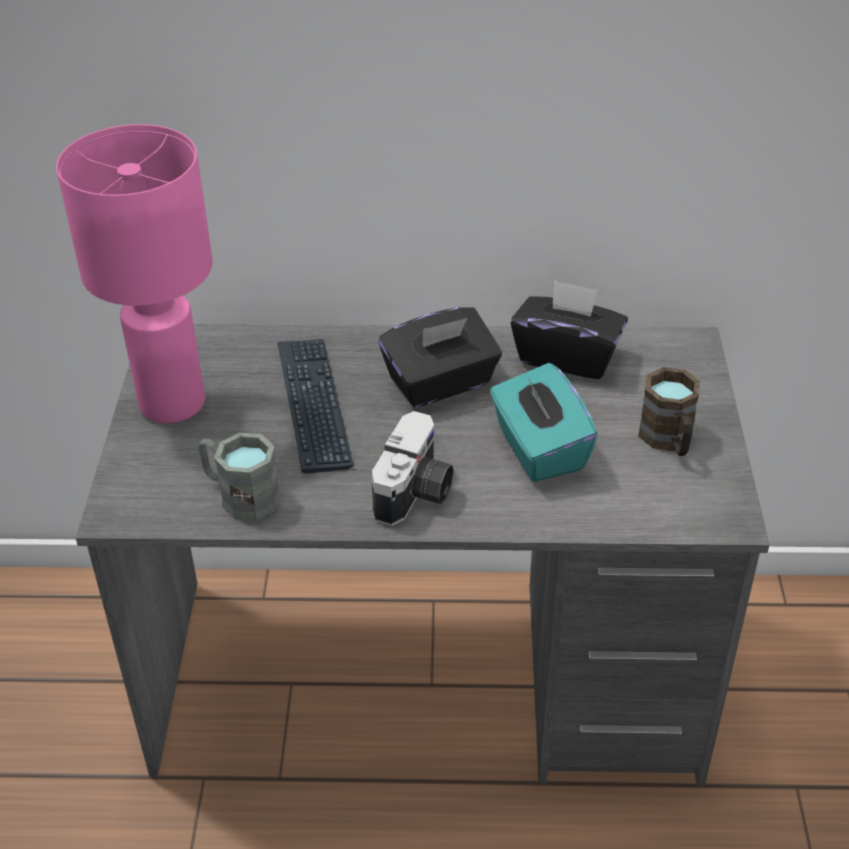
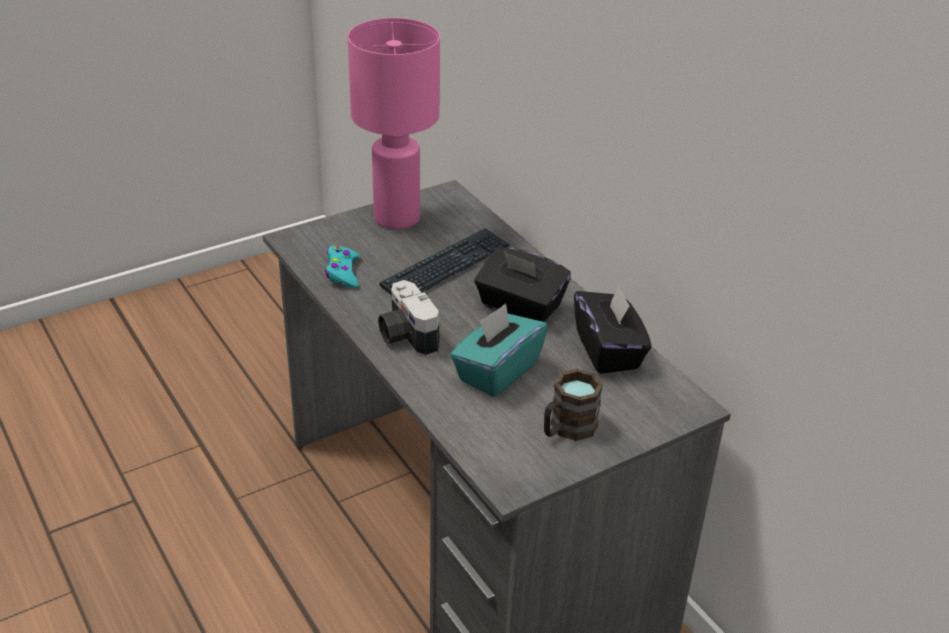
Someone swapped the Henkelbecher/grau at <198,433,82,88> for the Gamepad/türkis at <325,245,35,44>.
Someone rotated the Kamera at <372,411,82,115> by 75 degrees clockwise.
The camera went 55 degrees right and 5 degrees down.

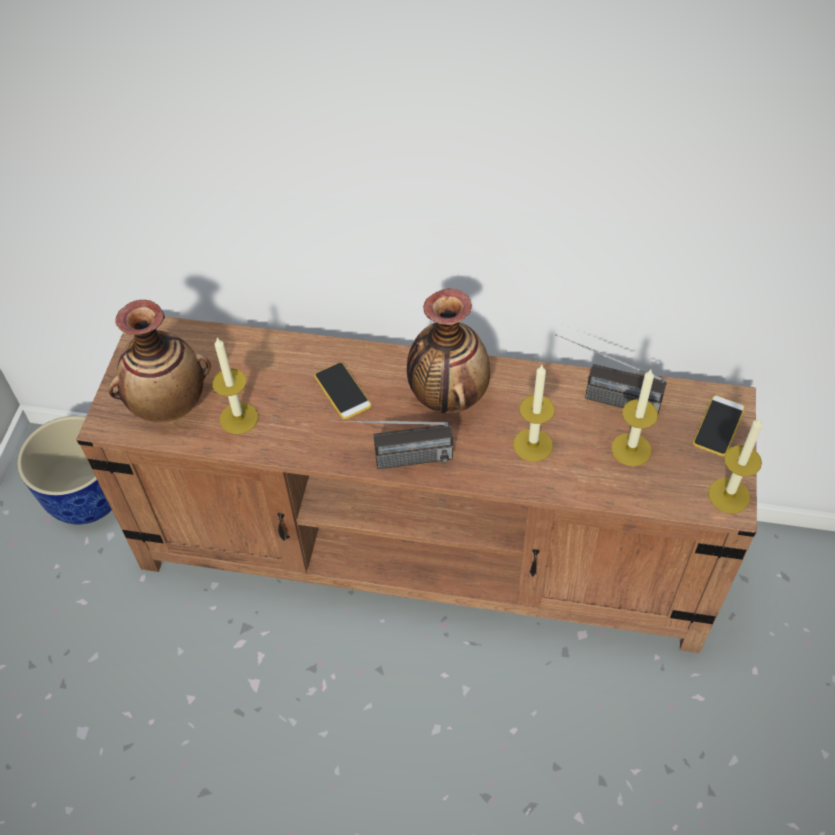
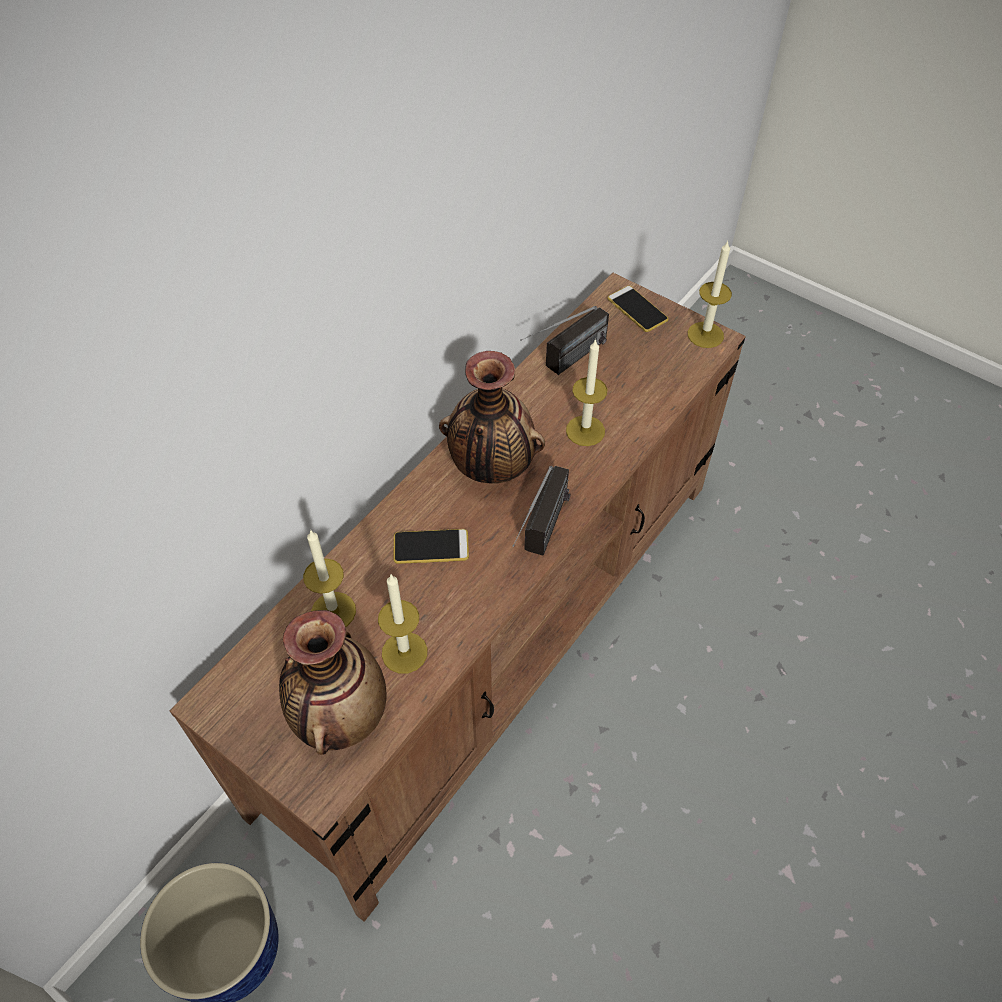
Someone carried the Kerze from <611,370,47,96> to <303,530,53,97>.
The camera went 65 degrees left and 0 degrees up.

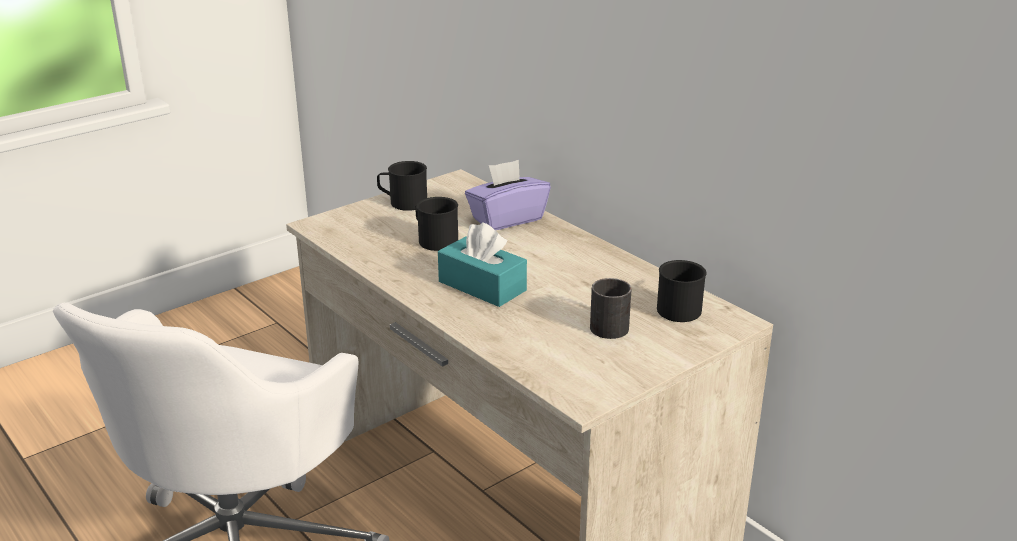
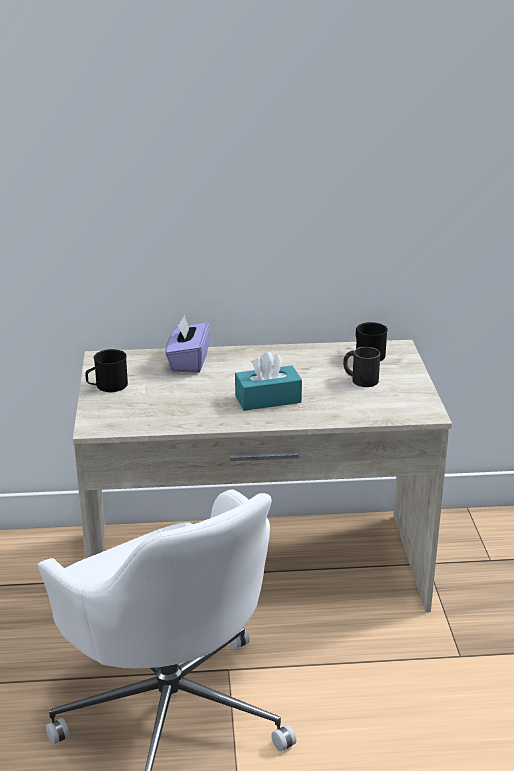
Someone took away the Henkelbecher/schwarz at <415,197,43,54>.
The camera went 55 degrees left and 0 degrees up.

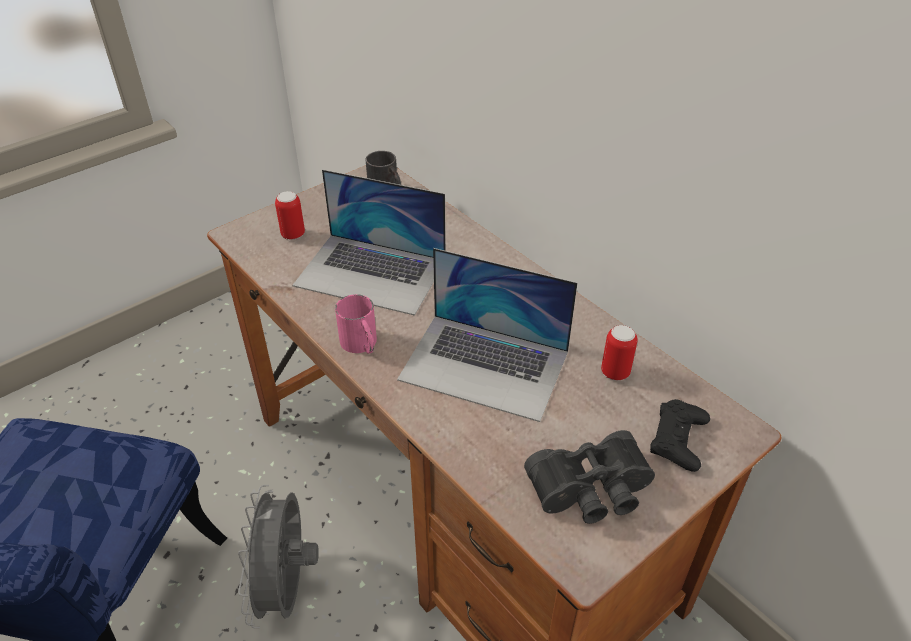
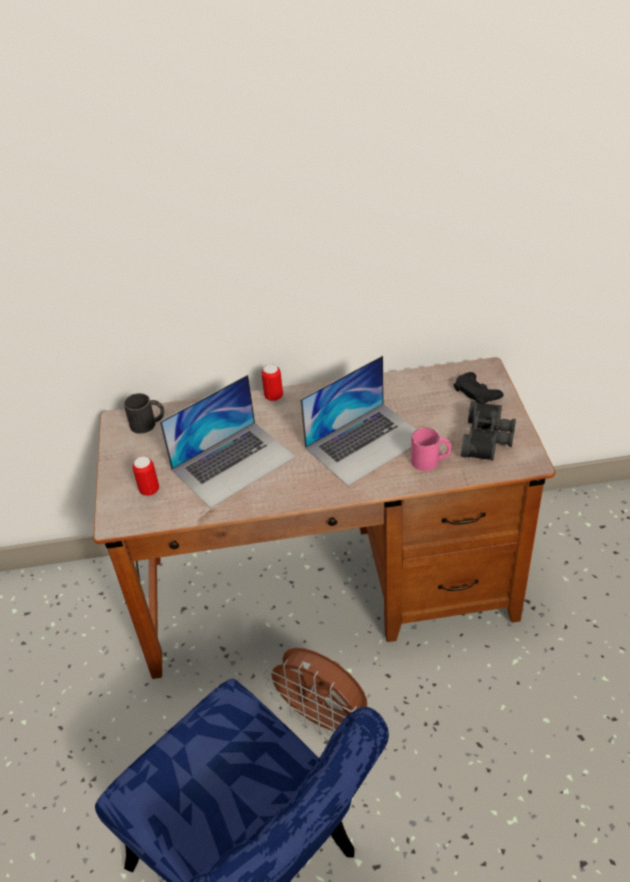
Someone carried the Dose from <601,325,37,56> to <261,364,22,37>.
Someone repainted the Ventilator/grau at <238,485,81,144>, which became the Ventilator/braun at <263,648,104,87>.
Someone carried the Henkelbecher/rosa from <335,294,42,60> to <411,428,41,43>.
The camera went 55 degrees left and 0 degrees up.

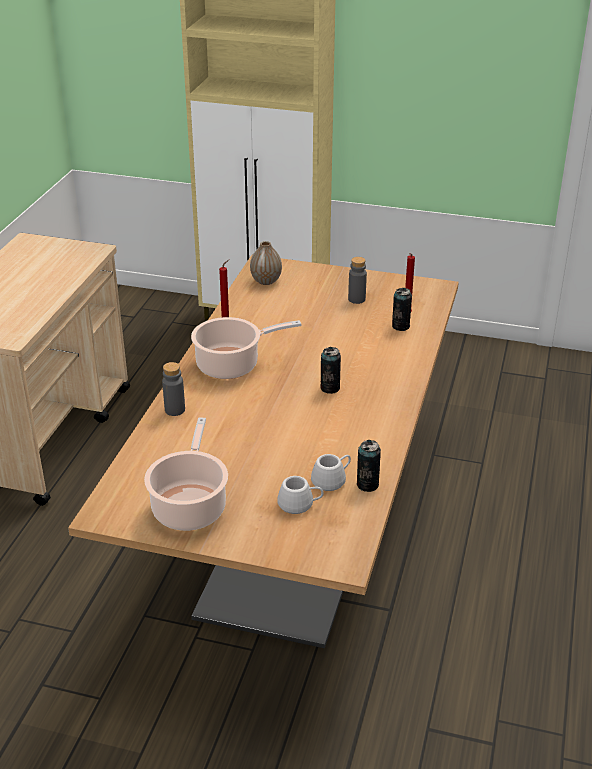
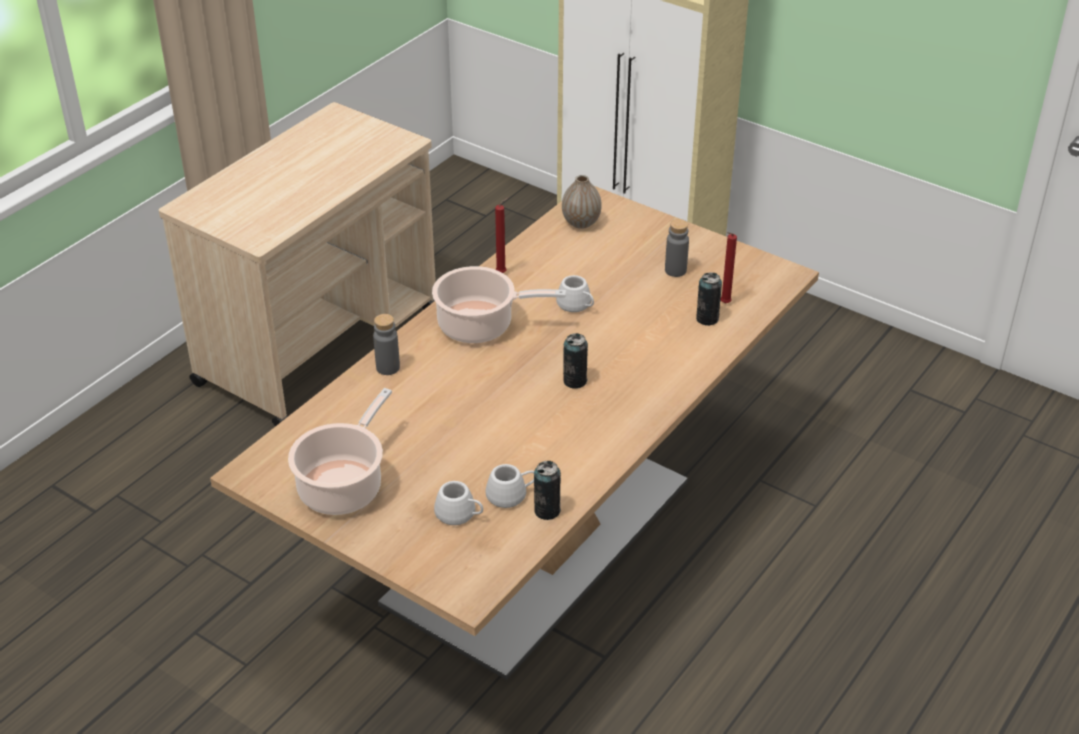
Someone put down the Henkelbecher/weiß at <556,275,38,37>.
The camera went 20 degrees right and 5 degrees up.

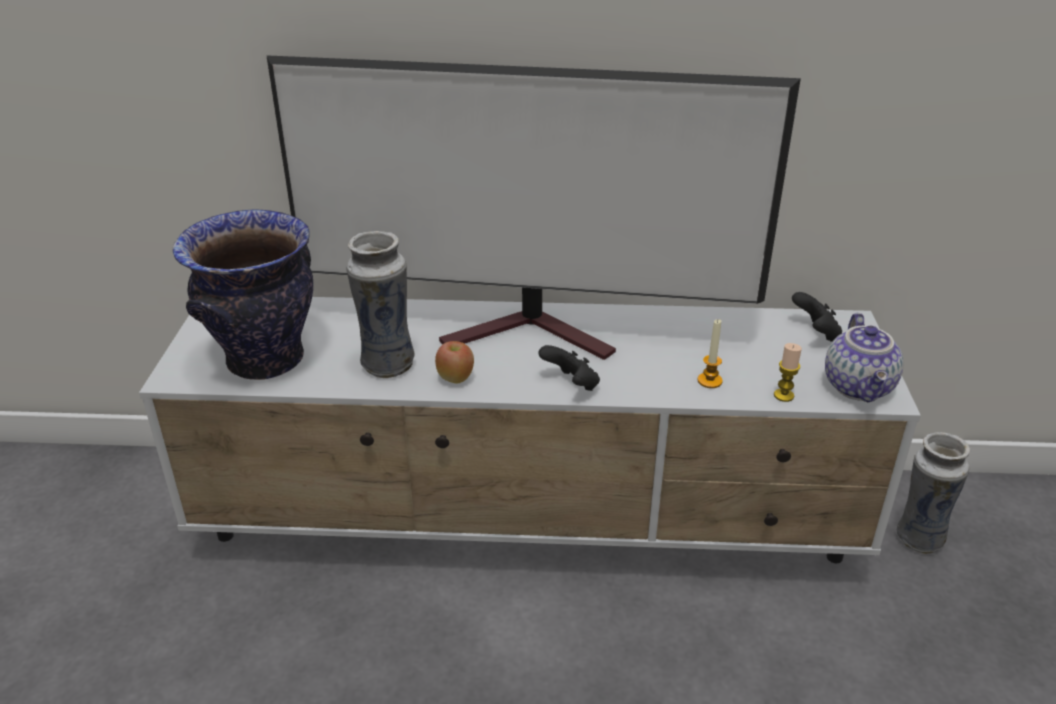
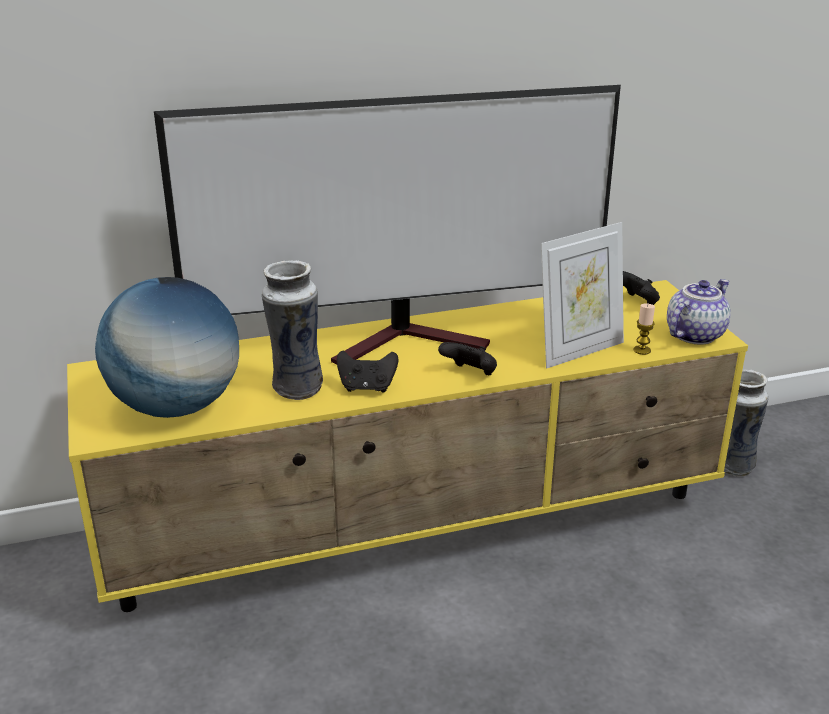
Someone repainted the Fernsehschrank/weiß at <139,297,782,266>, which became the Fernsehschrank/gelb at <67,280,681,332>.
Someone swapped the Vase at <172,210,141,170> for the Globus at <95,277,144,141>.
Someone swapped the Apfel at <435,341,39,42> for the Gamepad/schwarz at <337,350,61,43>.
Someone swapped the Kerze at <697,319,26,69> for the Bilderrahmen at <541,222,83,146>.
Someone rotated the Teekanne at <825,313,78,89> by 120 degrees counterclockwise.
The camera went 20 degrees left and 5 degrees down.

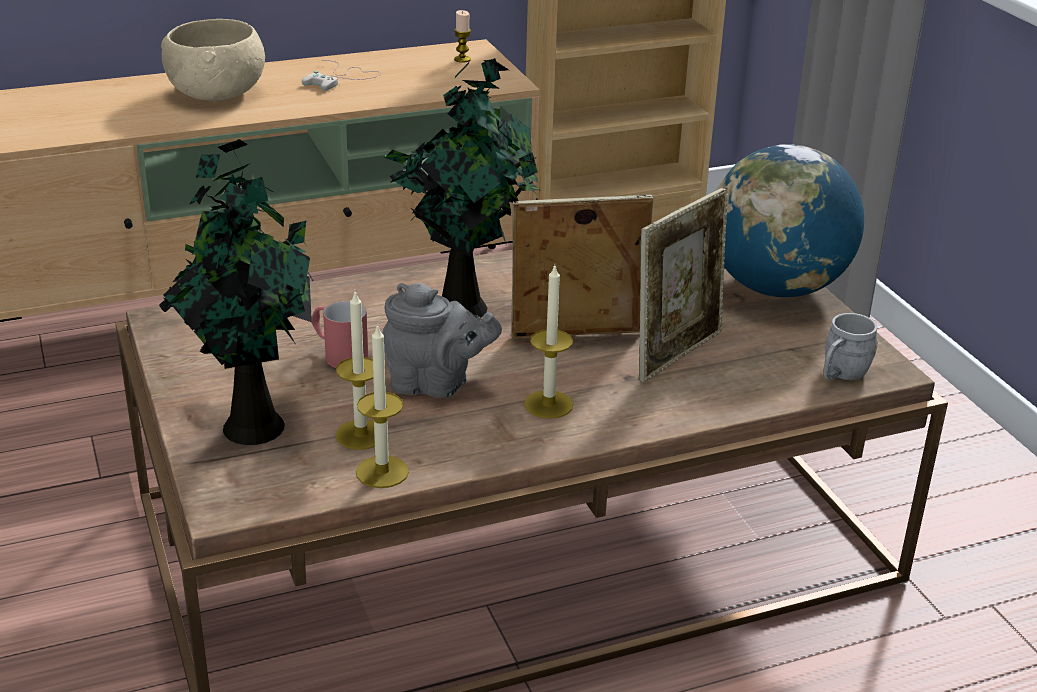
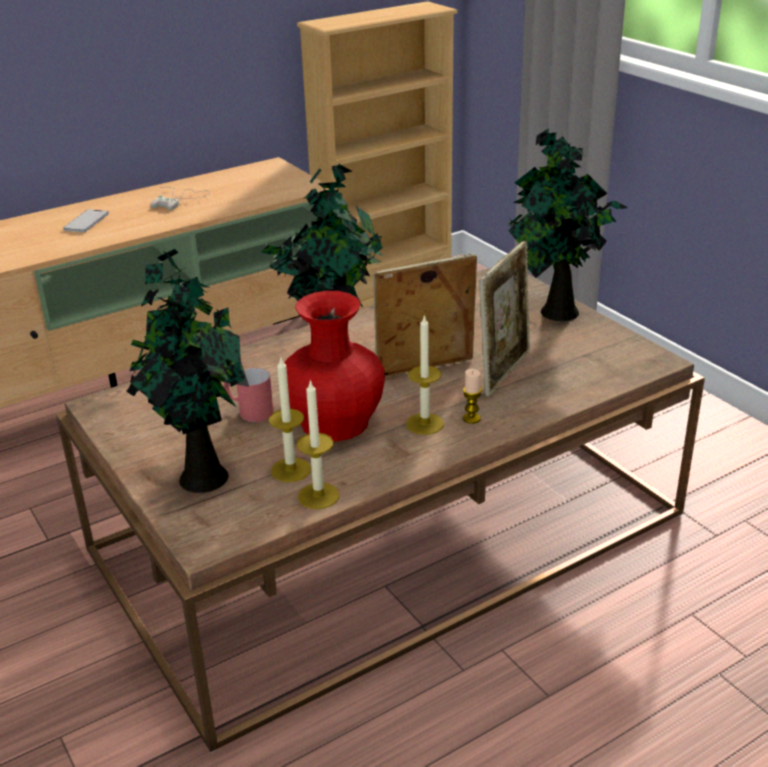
Someone swapped the Schüssel/beige at <161,19,104,82> for the Handy at <63,209,46,23>.
Someone swapped the Teekanne/grau at <382,283,120,115> for the Vase/rot at <284,291,101,150>.
Someone carried the Kerze from <454,10,17,53> to <463,369,19,55>.
Someone swapped the Globus at <717,144,147,153> for the Topfpflanze at <507,128,120,193>.
Someone took away the Henkelbecher/grau at <823,313,55,67>.
The camera went 10 degrees left and 0 degrees up.

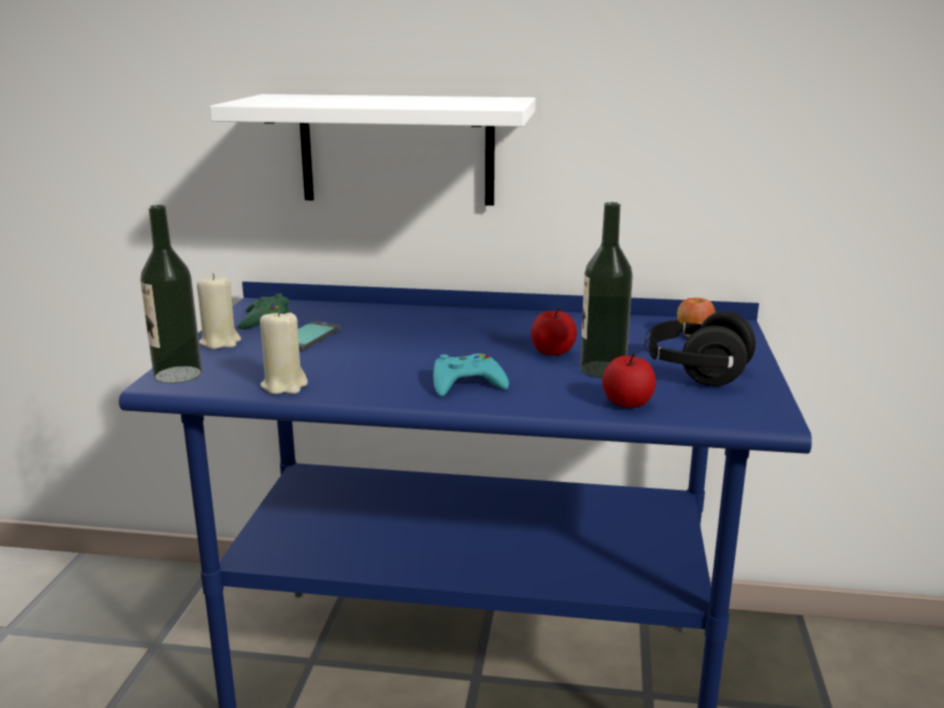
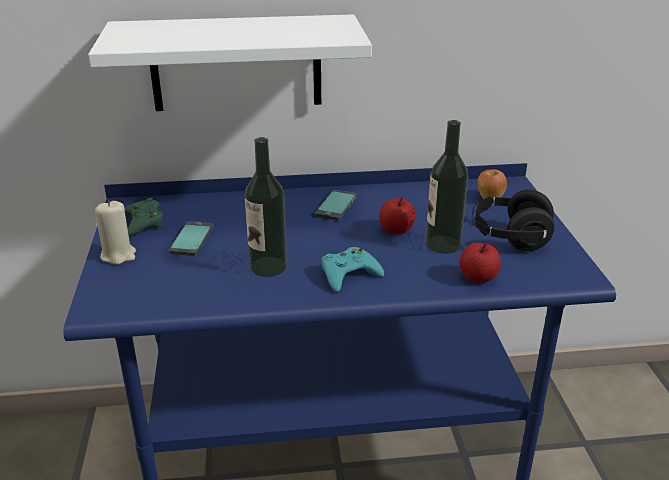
Someone carried the Flasche from <140,205,62,179> to <245,137,42,140>.
Someone put down the Handy at <315,190,42,31>.
Someone took away the Kerze/beige at <260,309,48,85>.
The camera went 15 degrees left and 10 degrees up.

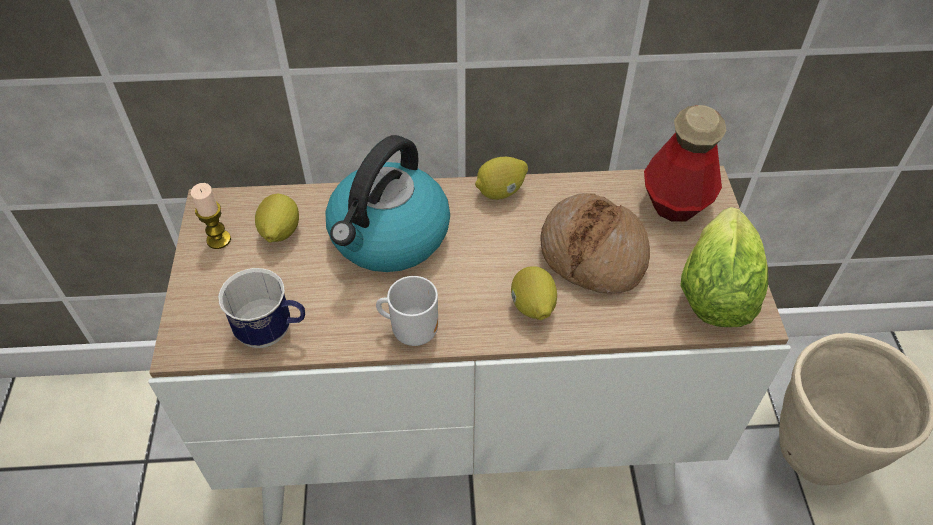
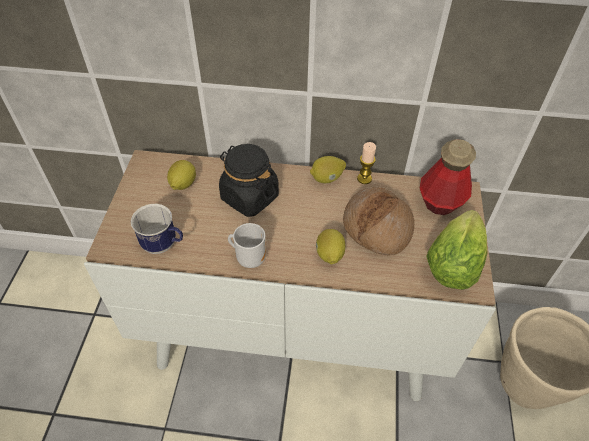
Someone swapped the Wasserkessel at <325,135,125,137> for the Vorratsglas/schwarz at <219,144,60,73>.
Someone carried the Kerze from <191,183,40,66> to <357,142,19,42>.
The camera went 10 degrees right and 0 degrees up.

